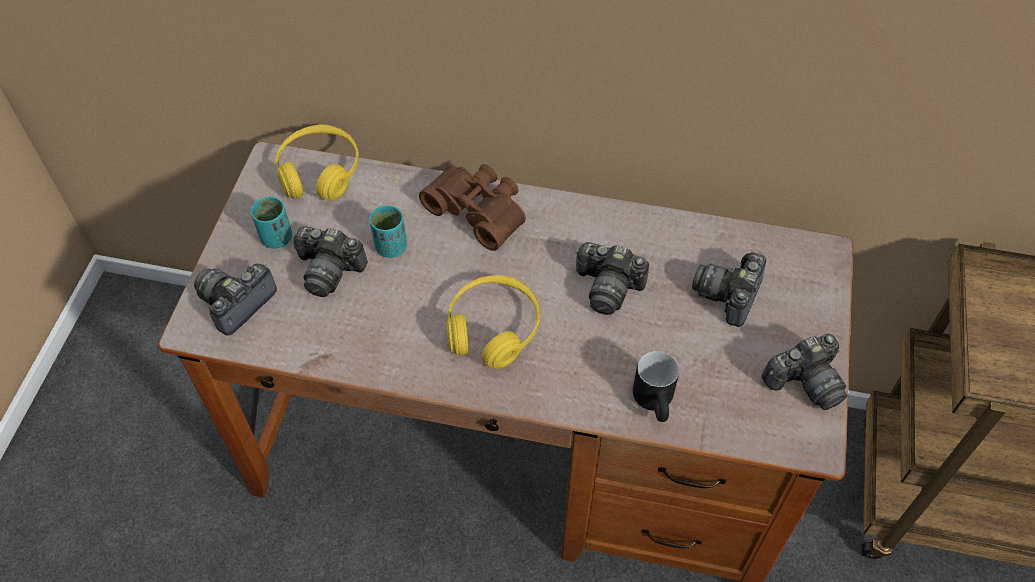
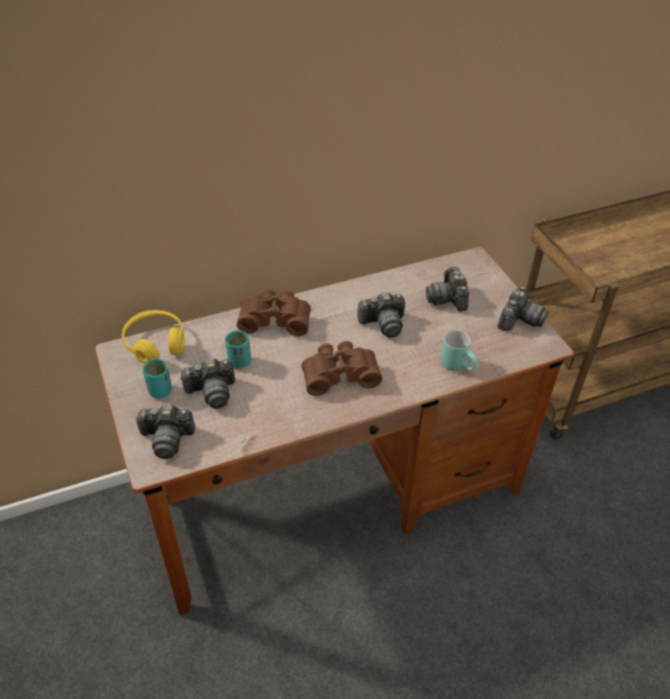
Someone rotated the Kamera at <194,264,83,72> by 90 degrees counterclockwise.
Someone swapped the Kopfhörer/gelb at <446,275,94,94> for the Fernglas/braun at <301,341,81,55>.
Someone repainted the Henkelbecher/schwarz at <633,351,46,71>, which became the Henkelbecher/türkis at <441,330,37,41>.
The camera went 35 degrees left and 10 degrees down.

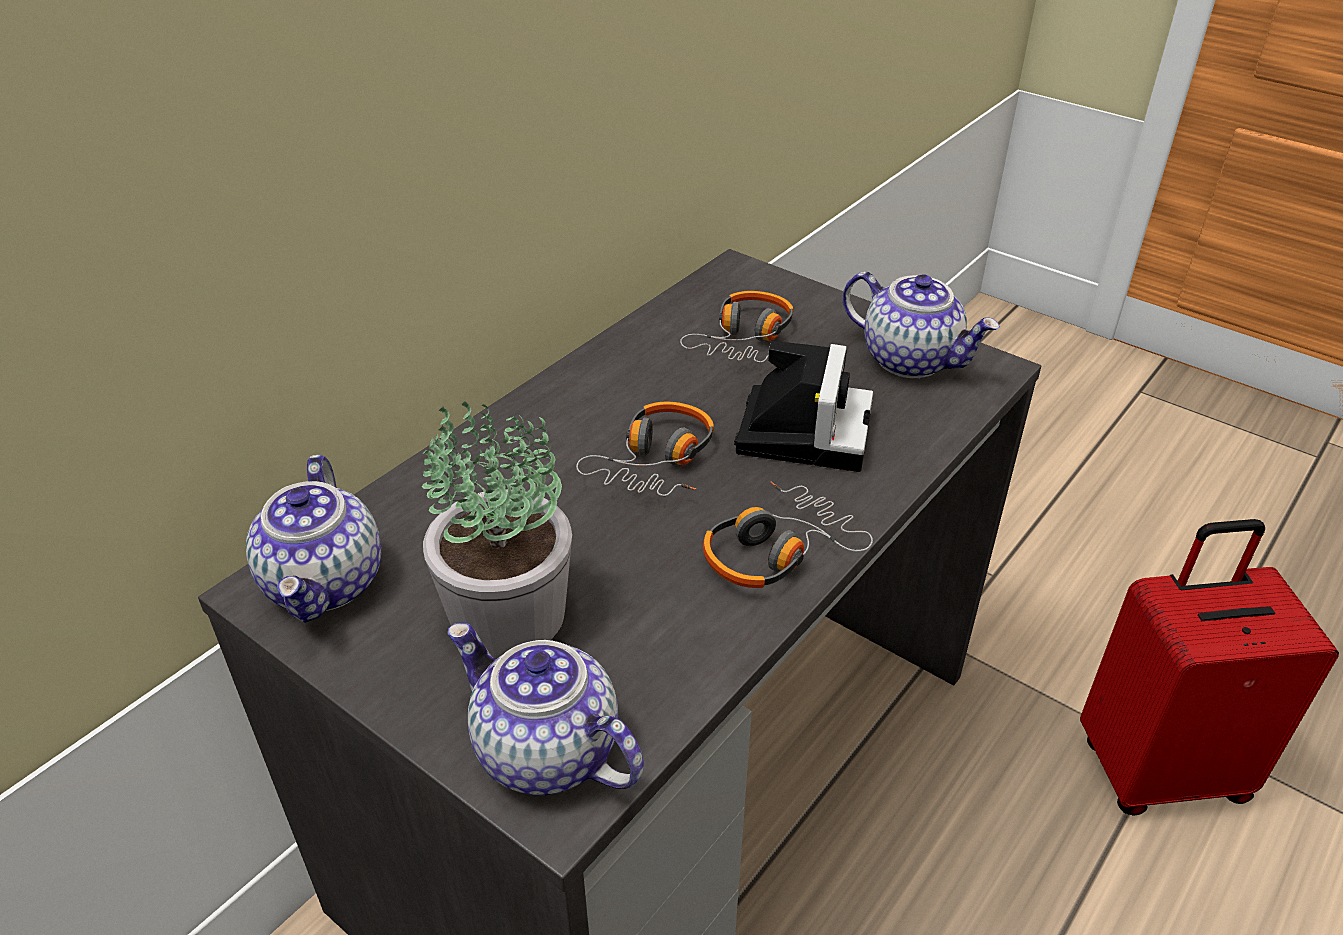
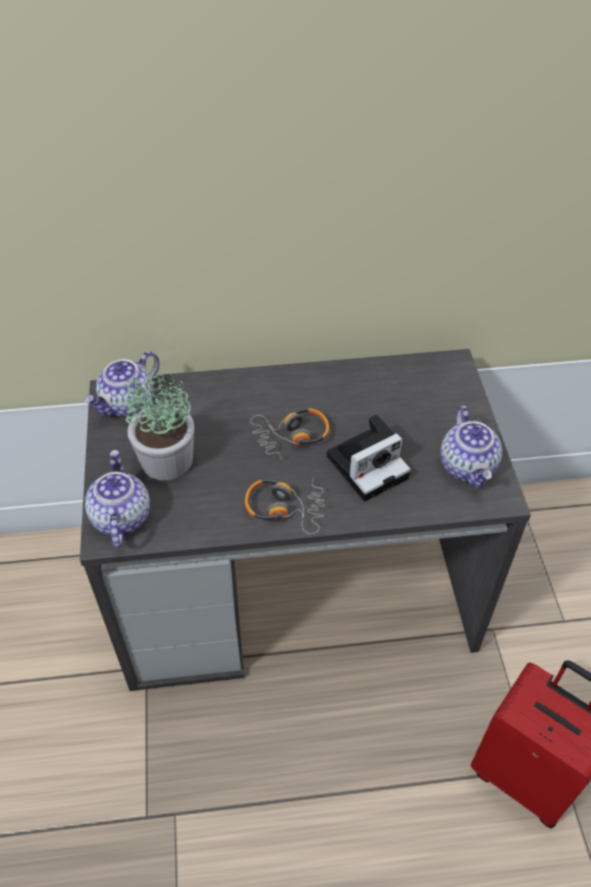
Someone took away the Kopfhörer at <680,291,114,72>.
The camera went 45 degrees right and 10 degrees up.

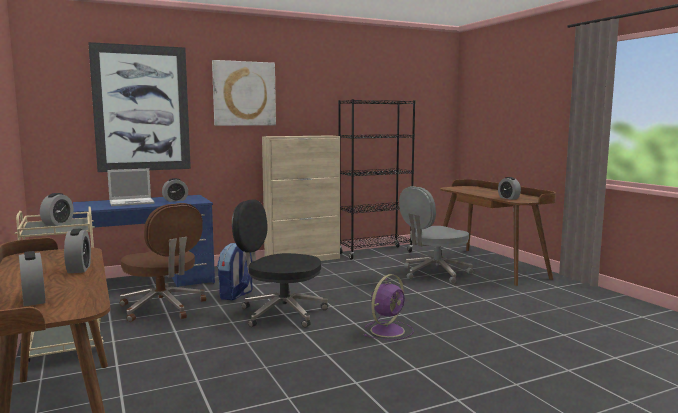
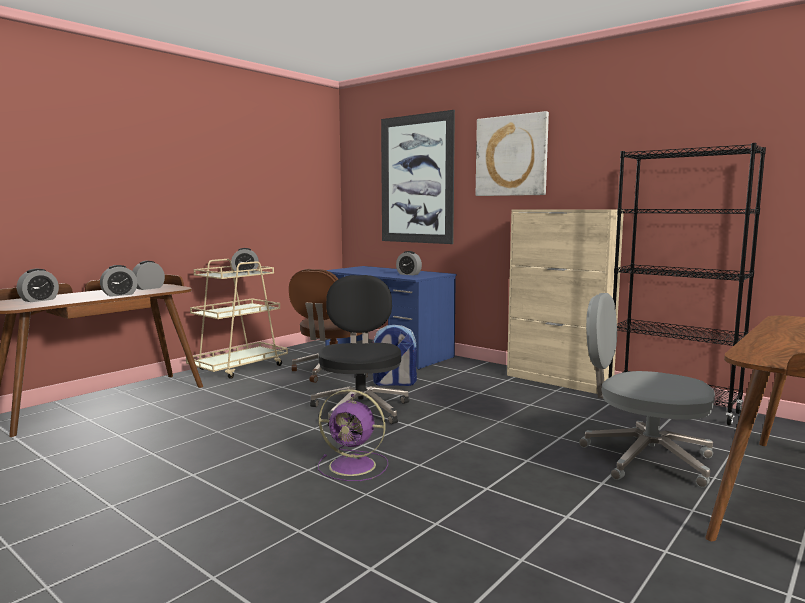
Someone carried the Wecker from <498,177,23,23> to <132,261,33,29>.
Someone took away the Laptop at <107,169,47,37>.
The camera went 65 degrees right and 0 degrees up.

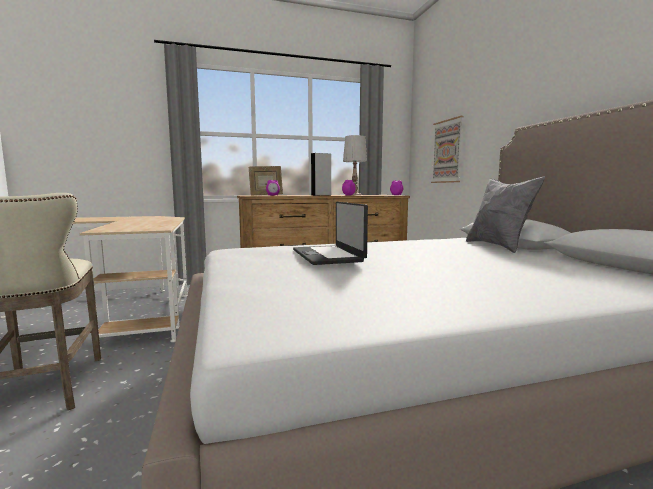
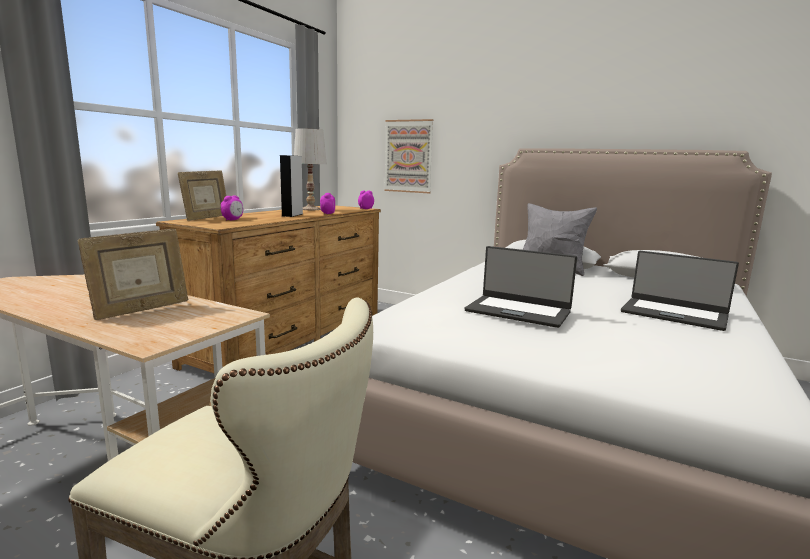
Someone put down the Bilderrahmen at <78,229,110,91>.
Someone put down the Laptop at <621,251,118,80>.
The camera went 45 degrees left and 5 degrees up.

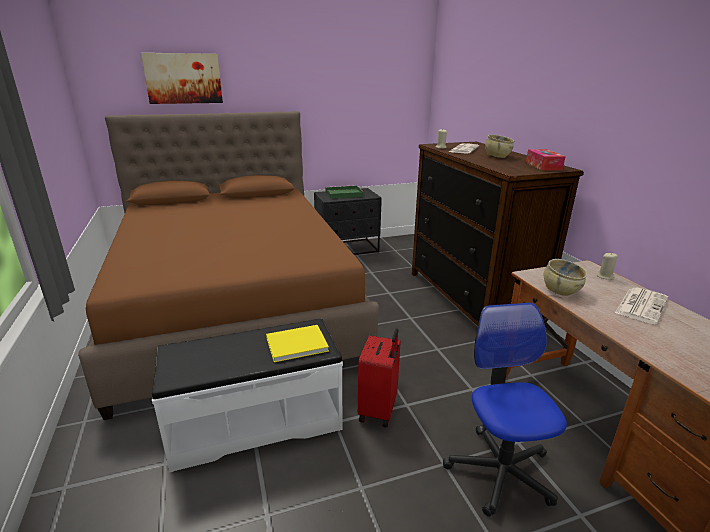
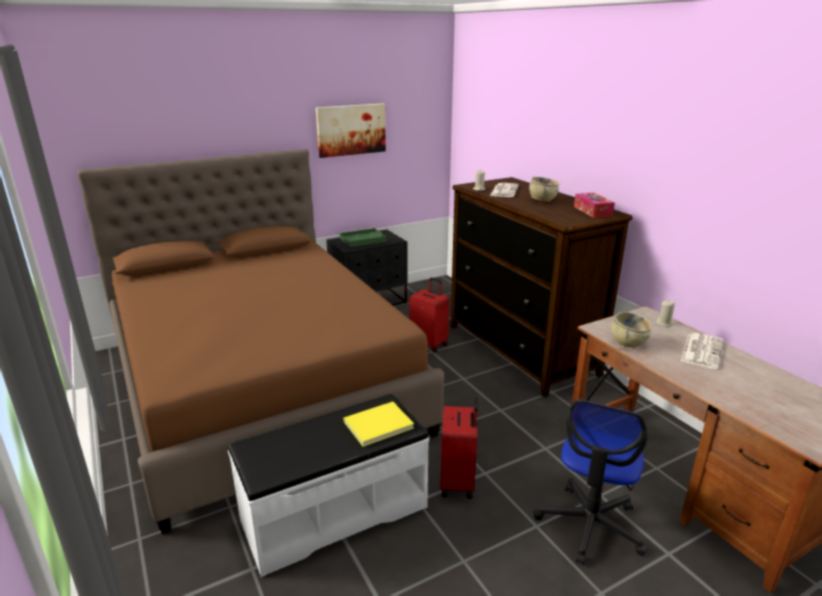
Someone carried the Bild from <141,53,82,51> to <316,104,70,54>.
Someone put down the Koffer/rot at <409,277,40,76>.
Someone rotated the Bürostuhl at <443,303,124,214> by 135 degrees counterclockwise.
The camera went 10 degrees left and 0 degrees up.

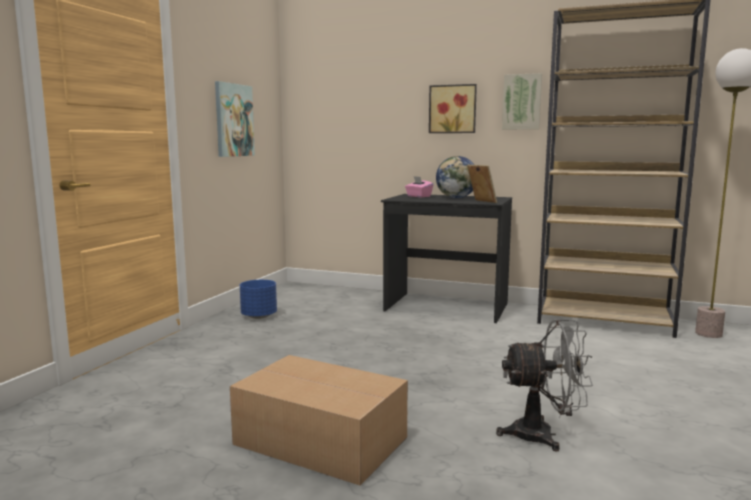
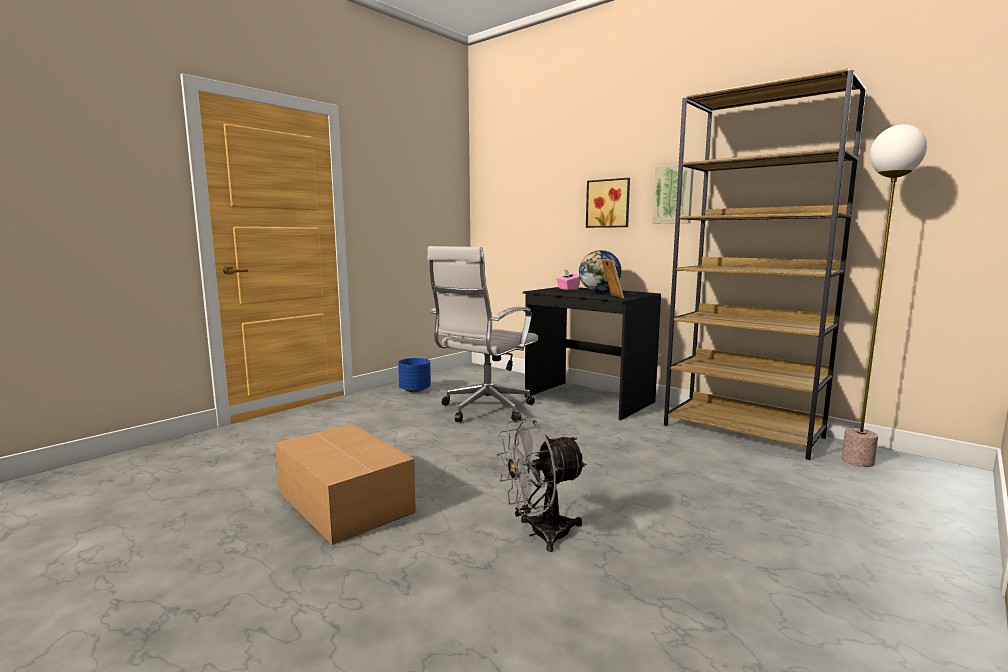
Someone put down the Bürostuhl/weiß at <427,246,111,176>.
Someone rotated the Ventilator/grau at <496,319,97,133> by 135 degrees clockwise.
Someone took away the Bild at <215,81,40,76>.
The camera went 20 degrees right and 0 degrees up.

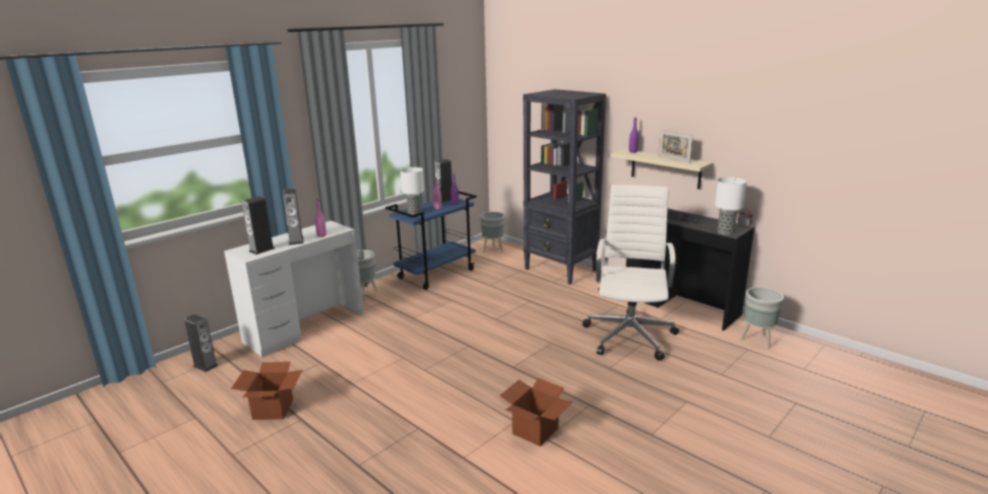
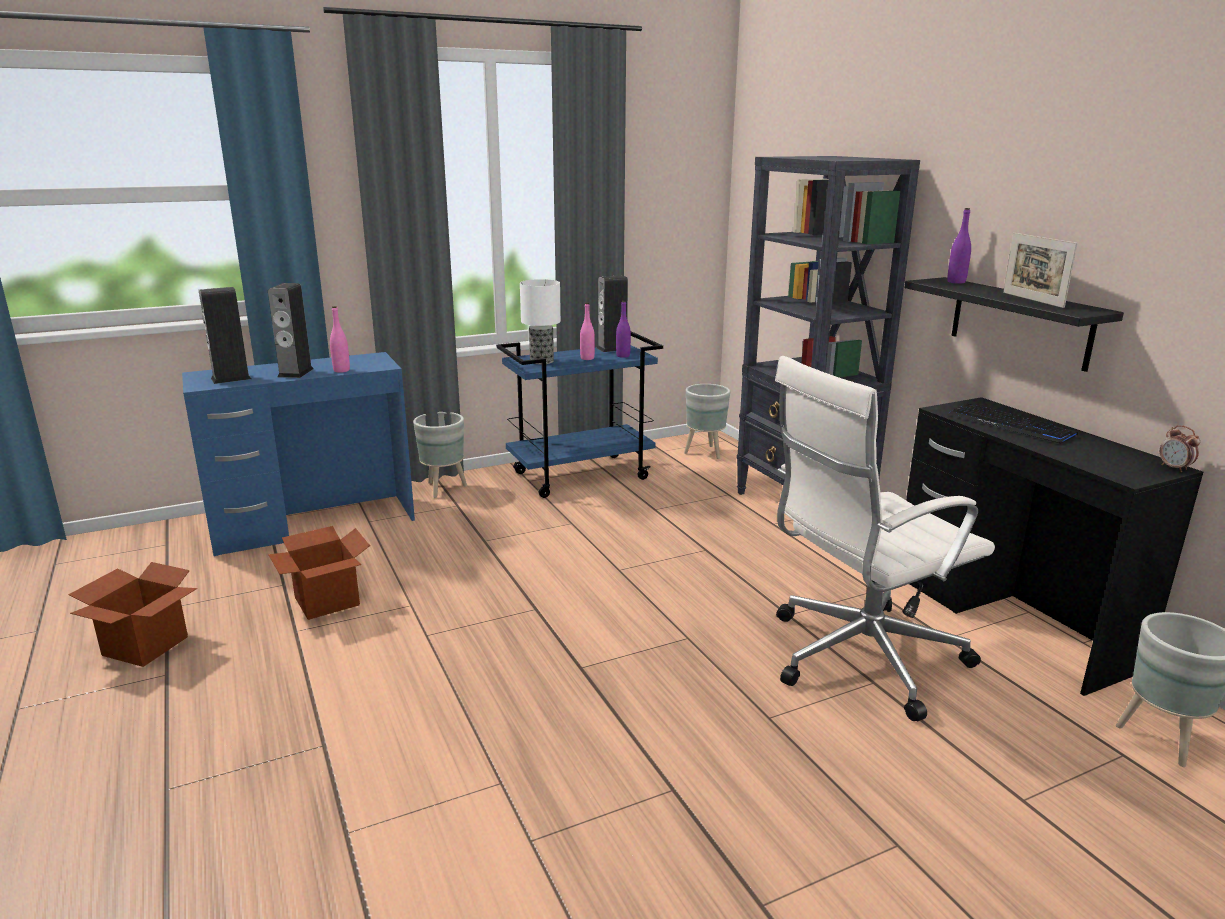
Someone repainted the Schreibtisch/weiß at <224,221,140,136>, which became the Schreibtisch/blau at <182,352,233,204>.
Someone carried the Karton from <499,378,74,68> to <268,526,102,94>.
Someone rotated the Bürostuhl/weiß at <582,185,97,176> by 150 degrees counterclockwise.
Someone repainted the Wandregal/beige at <611,149,102,40>, which became the Wandregal/schwarz at <904,277,220,95>.
Someone took away the Lautsprecher at <184,315,34,57>.
Someone took away the Tischlampe at <715,177,32,58>.
The camera went 20 degrees right and 0 degrees up.

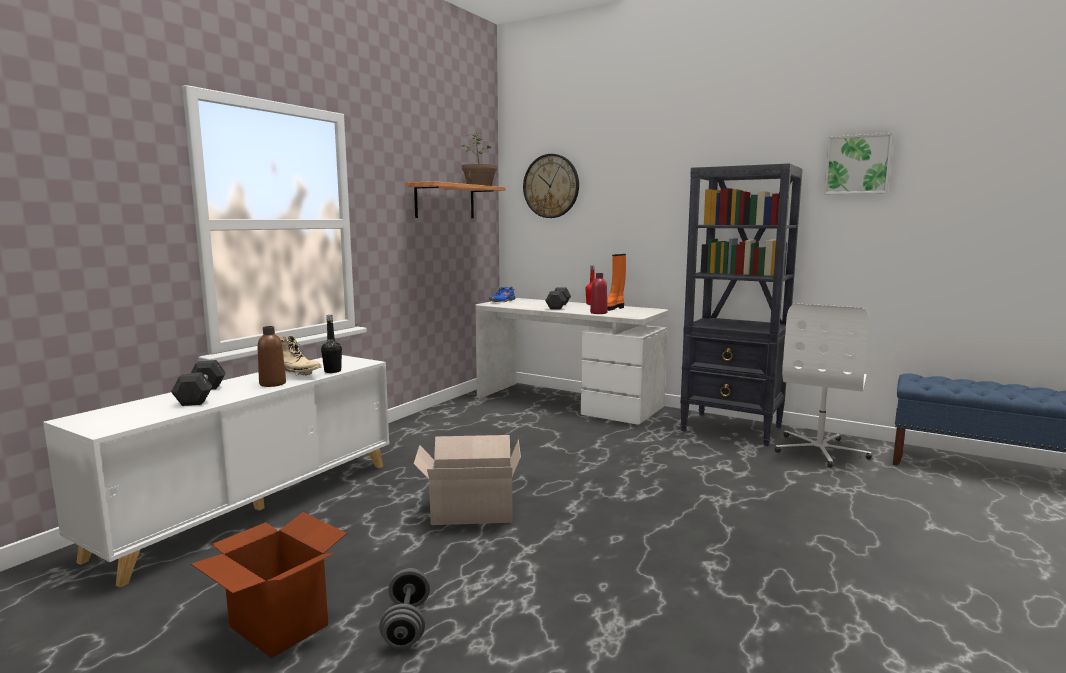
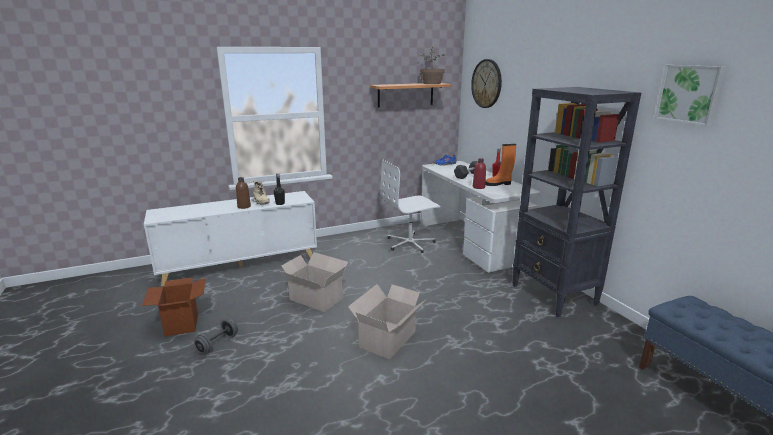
Someone put down the Karton at <348,284,79,75>.
Someone carried the Bürostuhl/weiß from <775,303,97,165> to <380,159,61,94>.
Someone took away the Hantel/grau at <171,360,55,46>.
The camera went 35 degrees right and 10 degrees up.

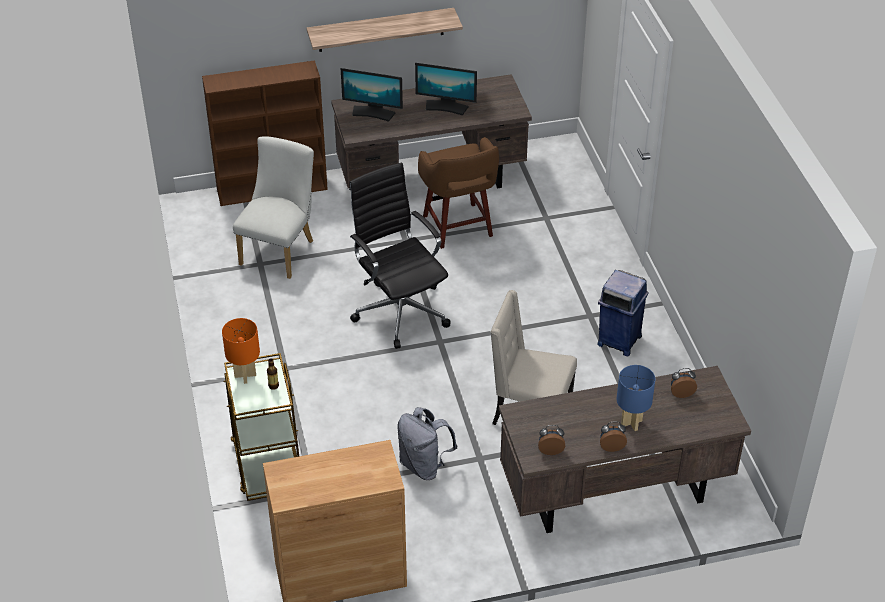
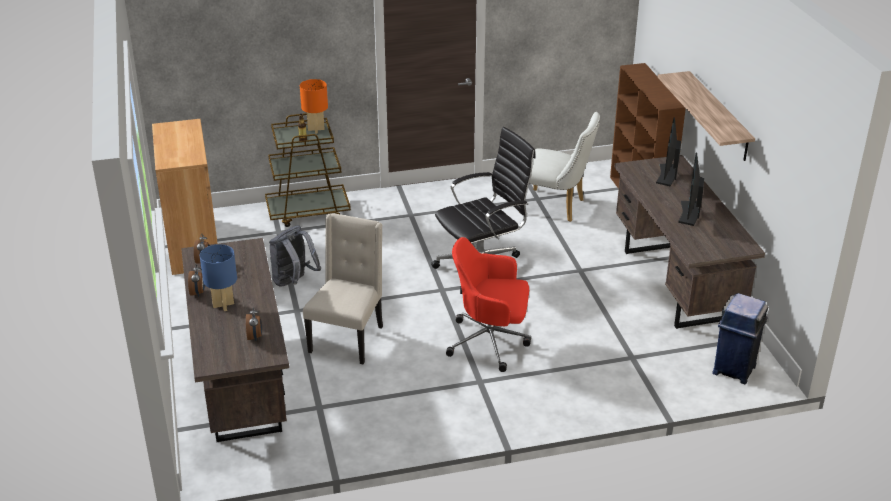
Someone put down the Bürostuhl/rot at <446,237,85,135>.
Someone carried the Mülleimer/blau from <597,270,51,86> to <712,293,56,92>.
Someone took away the Hocker/braun at <418,137,81,112>.
The camera went 90 degrees right and 10 degrees down.

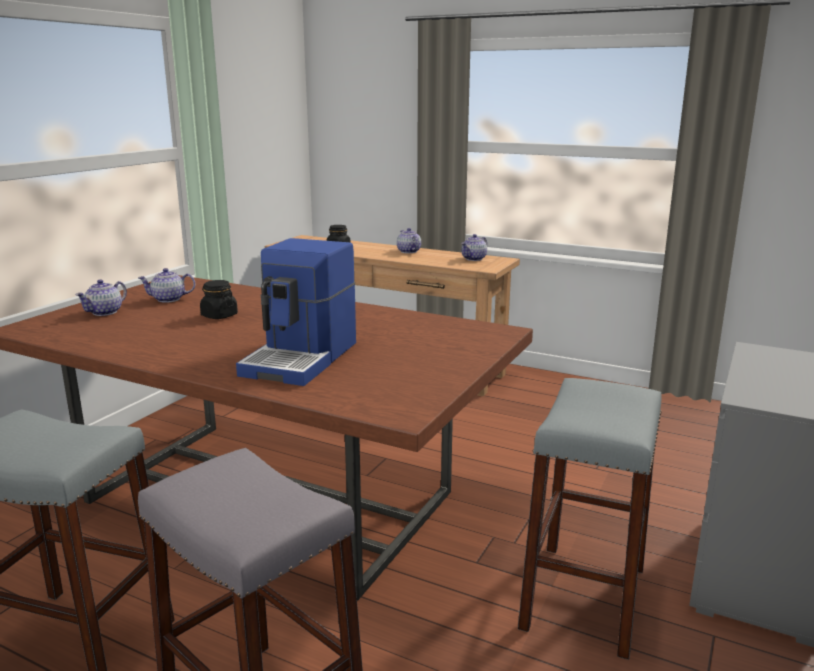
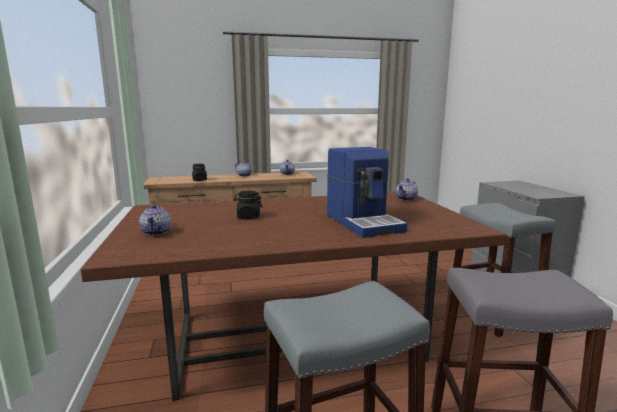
Someone carried the Teekanne from <138,268,57,35> to <396,178,22,23>.
The camera went 40 degrees left and 5 degrees down.

